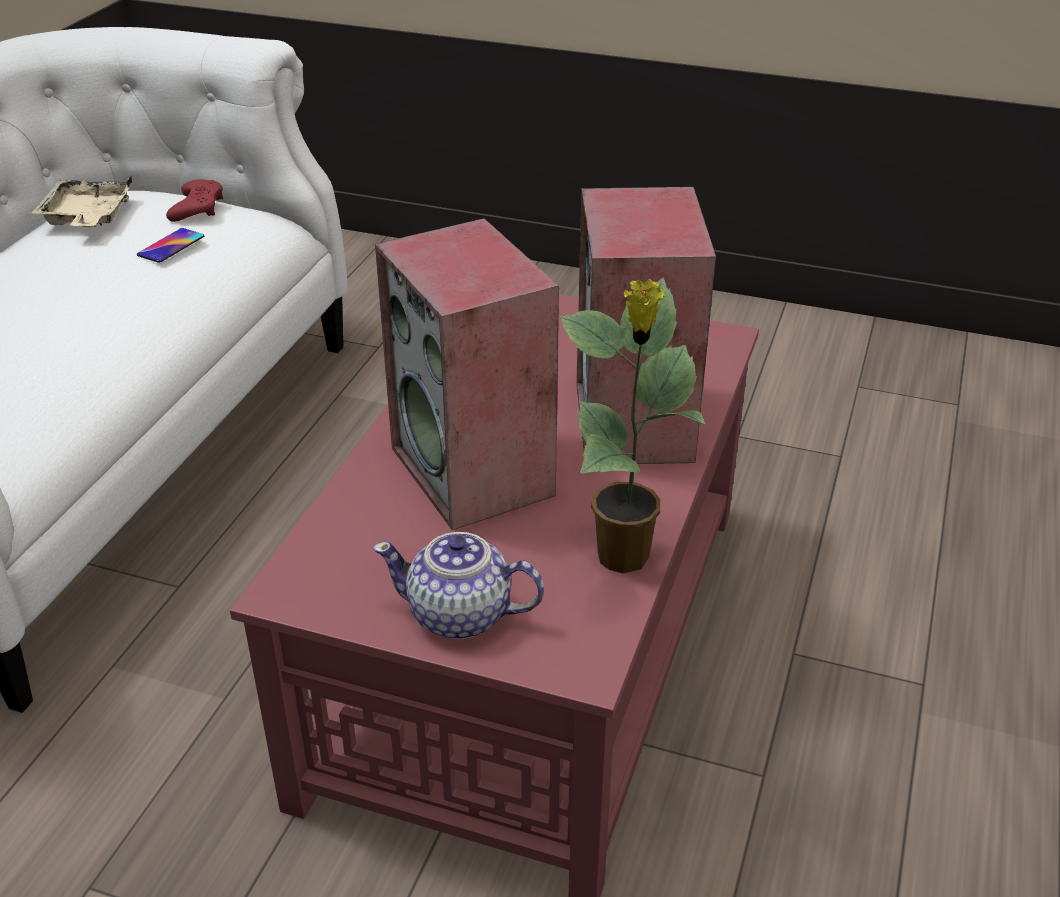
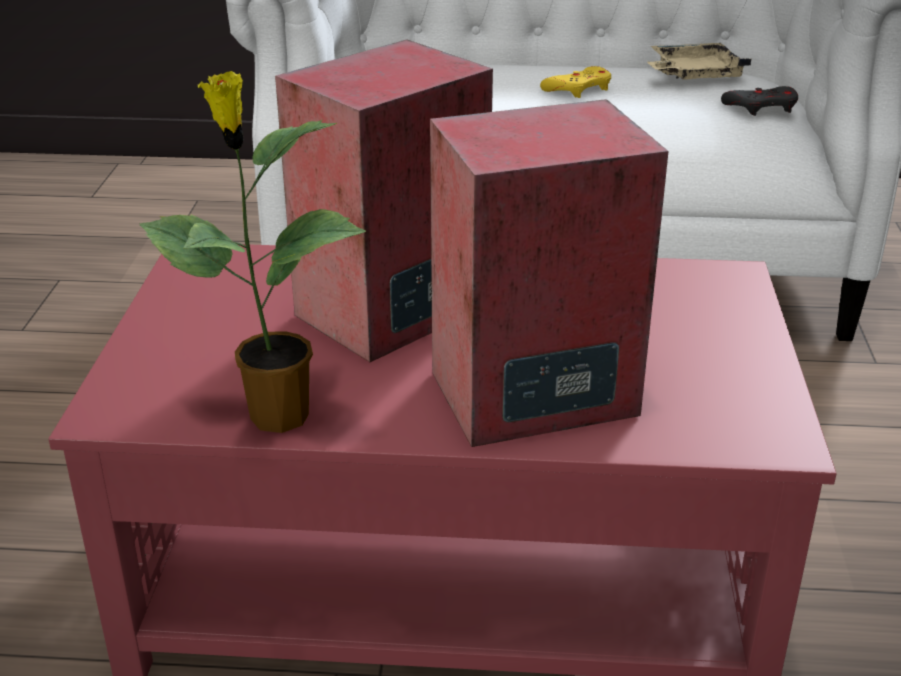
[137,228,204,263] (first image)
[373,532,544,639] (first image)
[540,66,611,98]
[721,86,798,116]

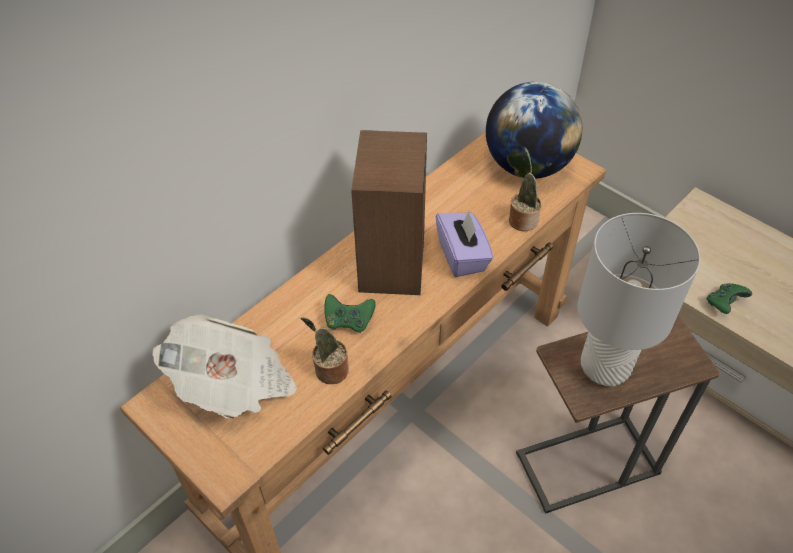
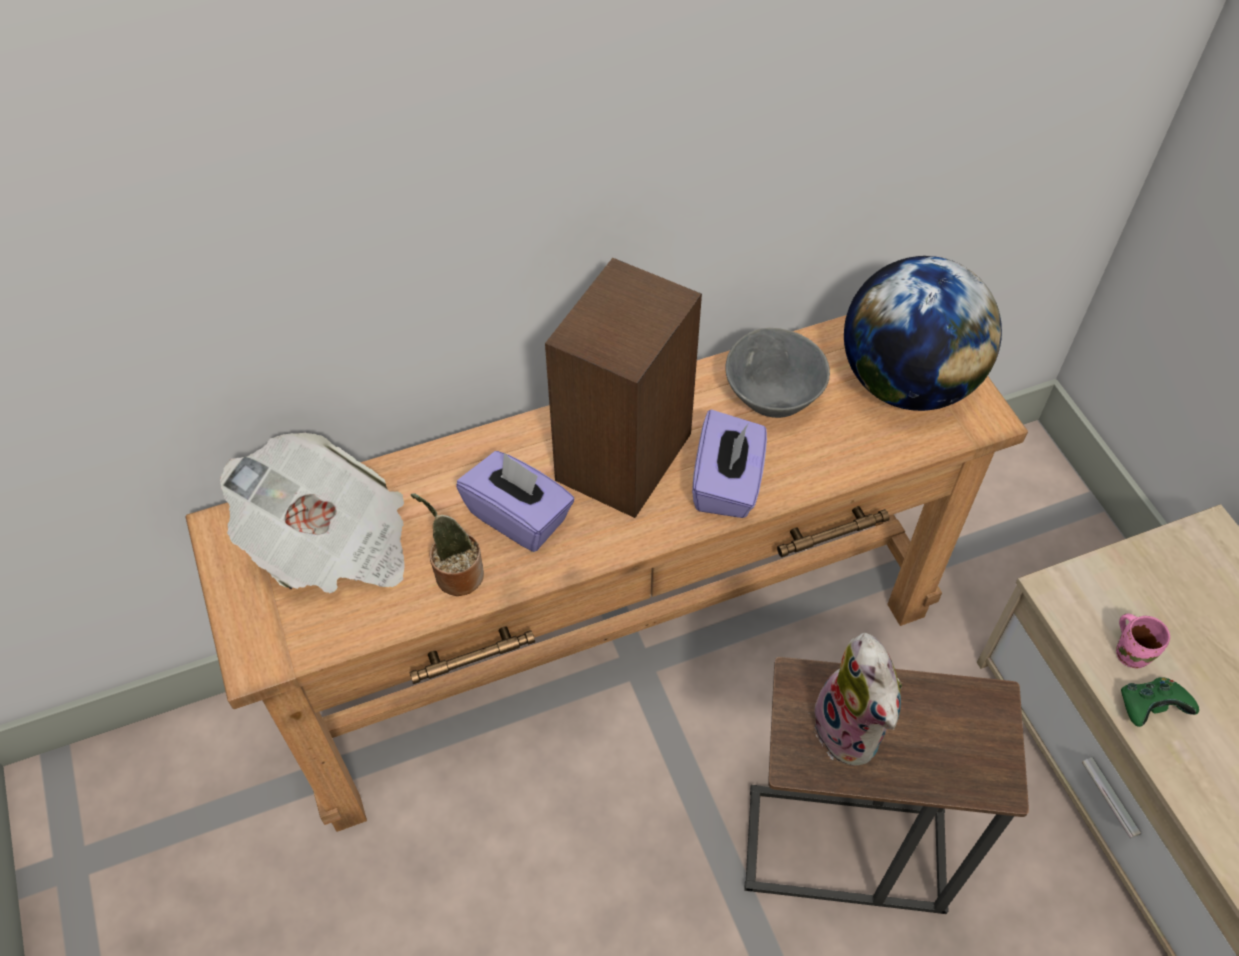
[509,147,541,231] (first image)
[726,328,830,418]
[1116,613,1170,668]
[456,451,575,552]
[809,633,902,766]

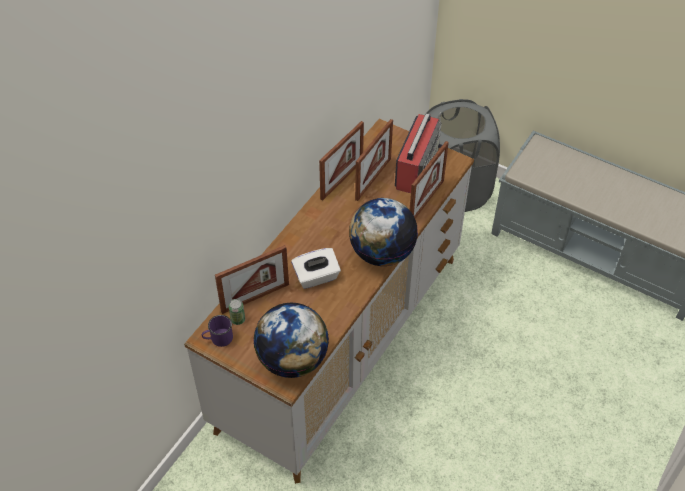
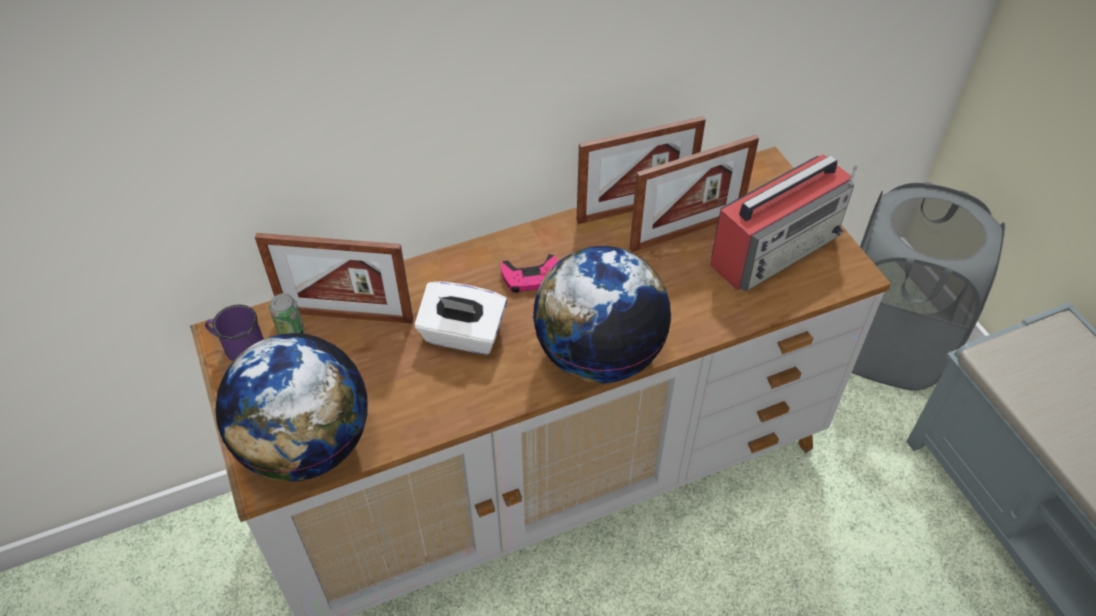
[410,141,449,219] (first image)
[501,254,558,293]

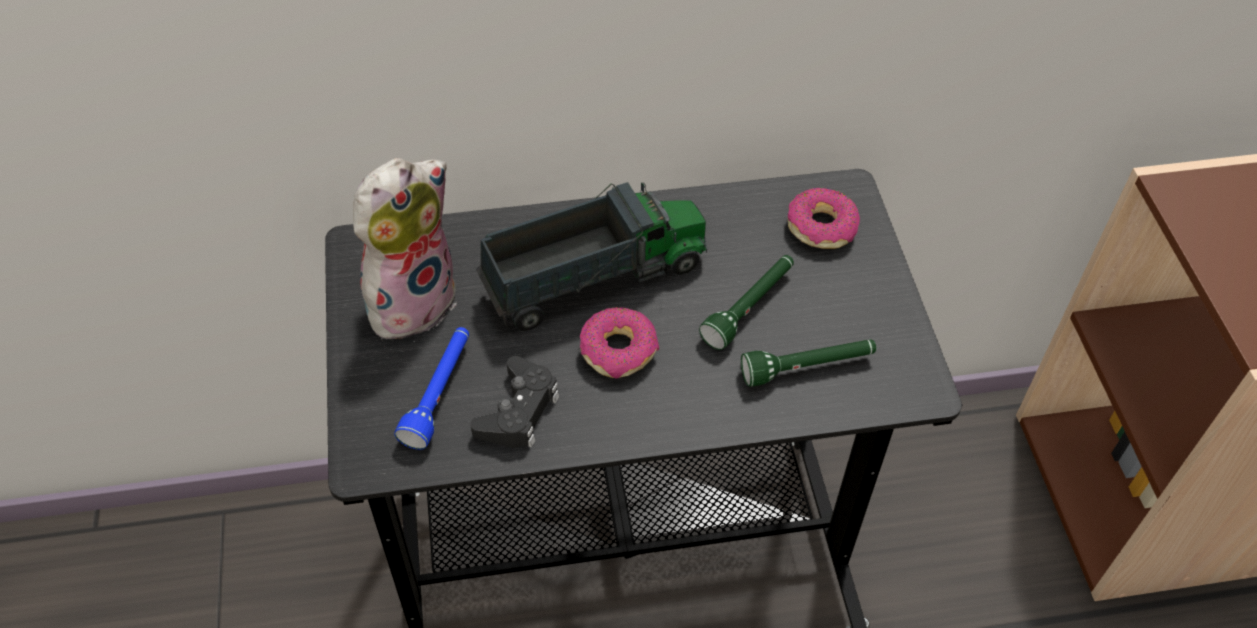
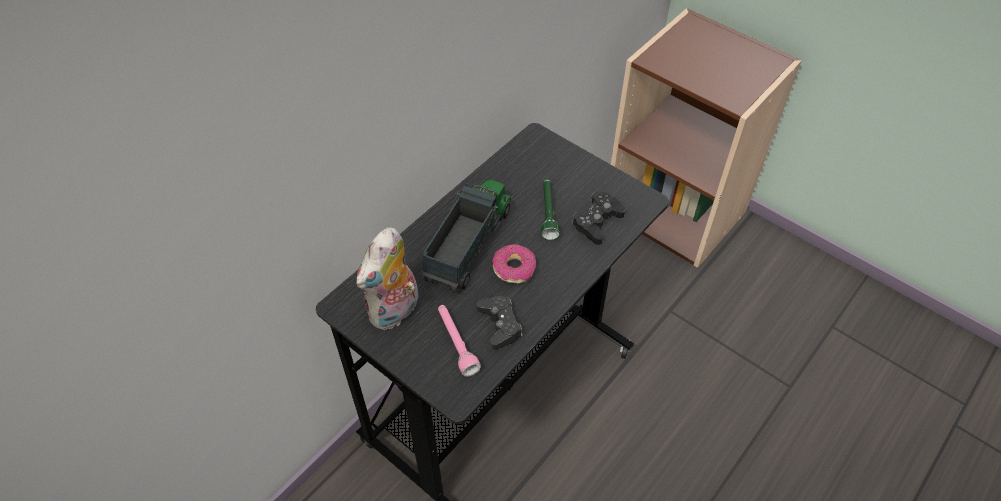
[788,188,860,249] (first image)
[572,191,625,245]
[438,305,481,376]
[356,228,419,330]

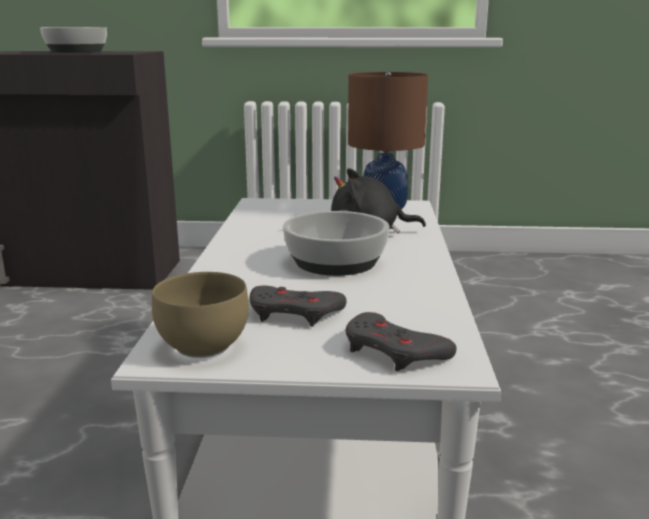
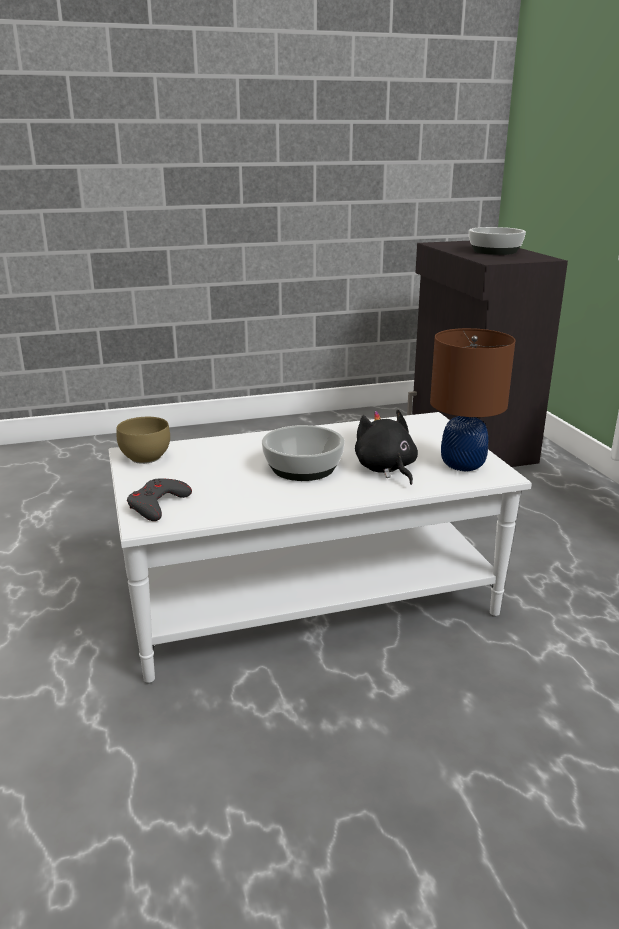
[249,286,347,327] (first image)

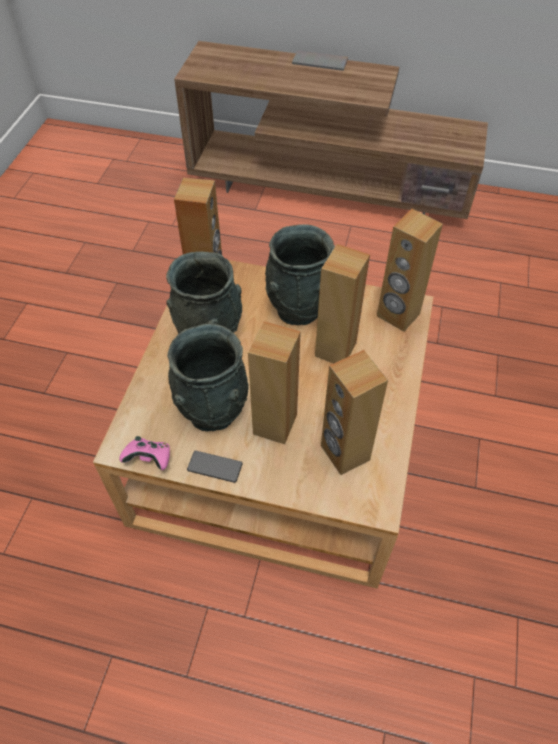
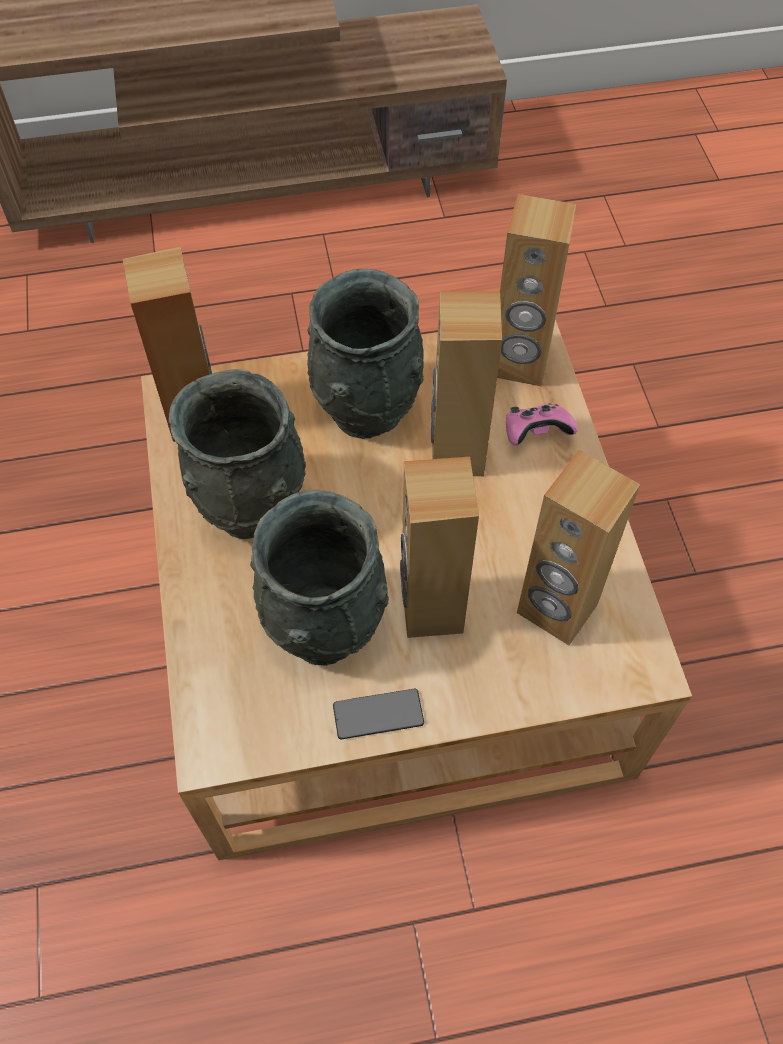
[506,403,578,446]

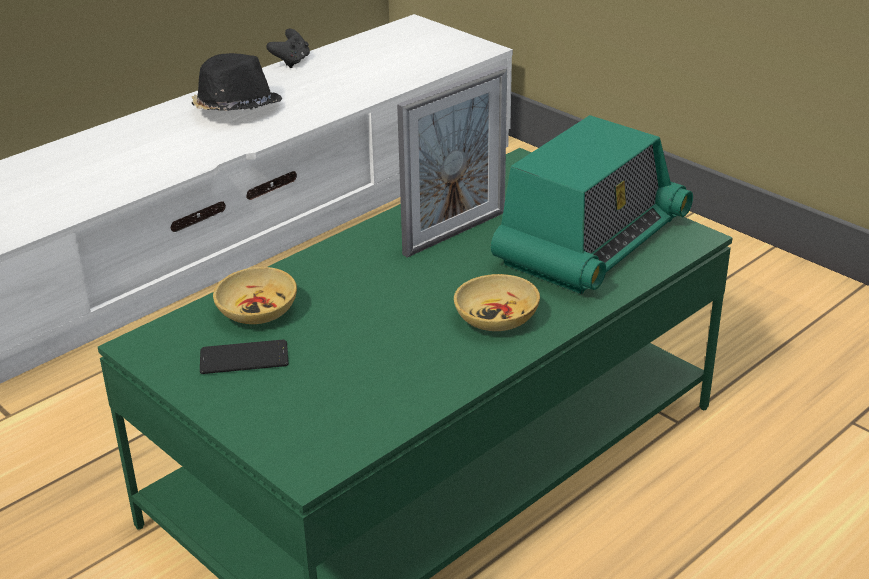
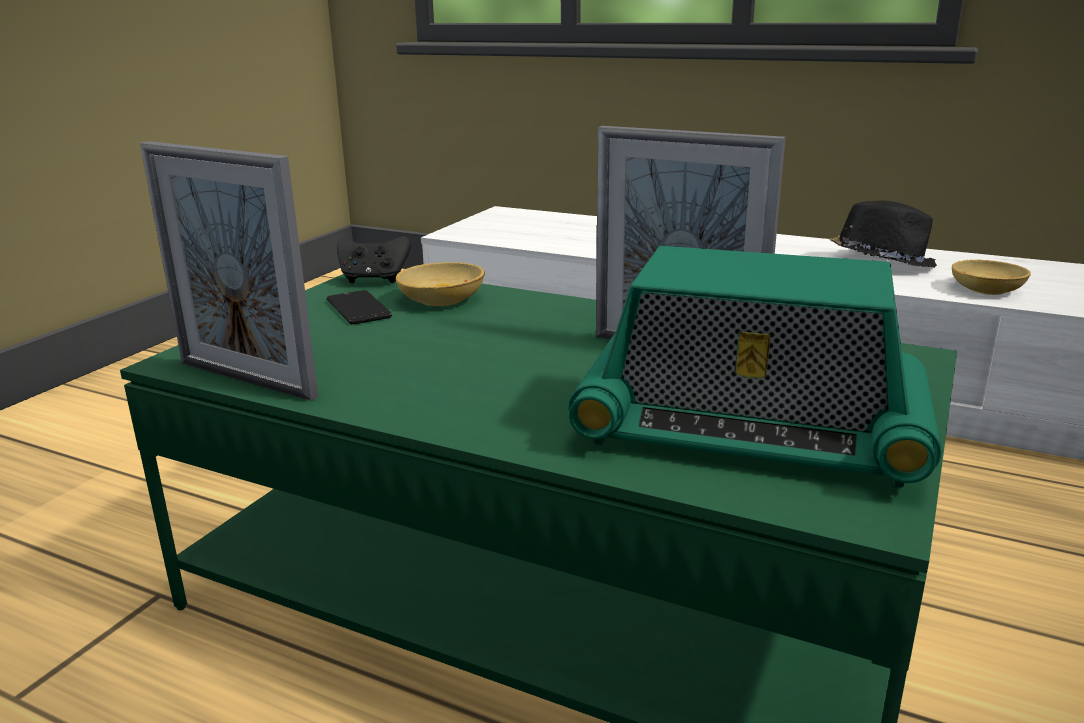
[140,141,319,401]
[337,236,411,283]
[952,260,1031,295]

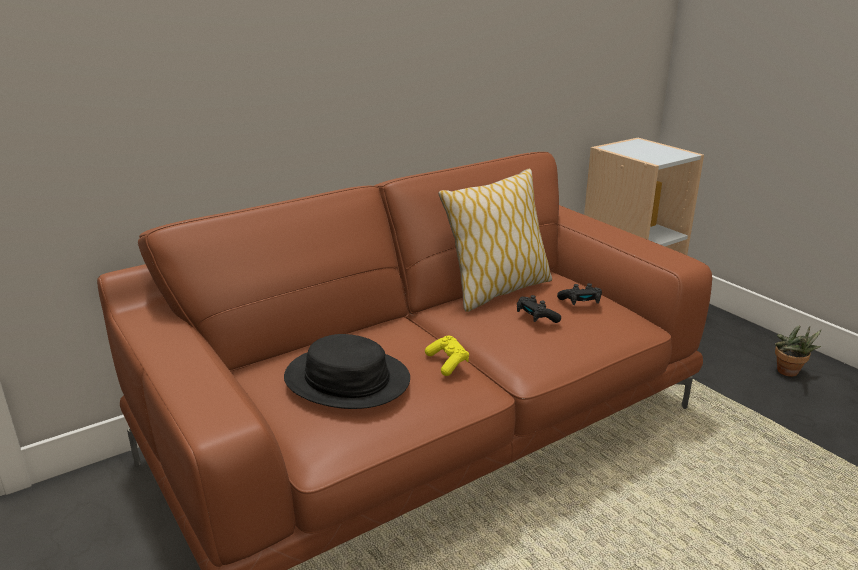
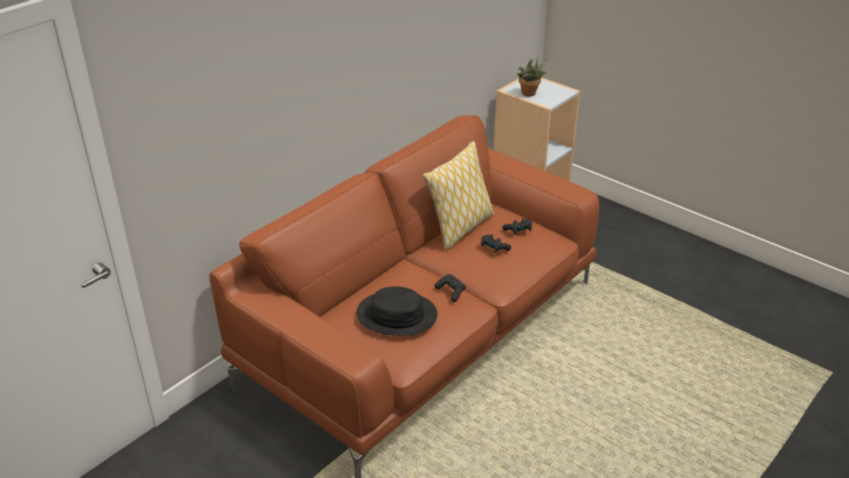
[517,58,547,97]
[434,274,466,302]

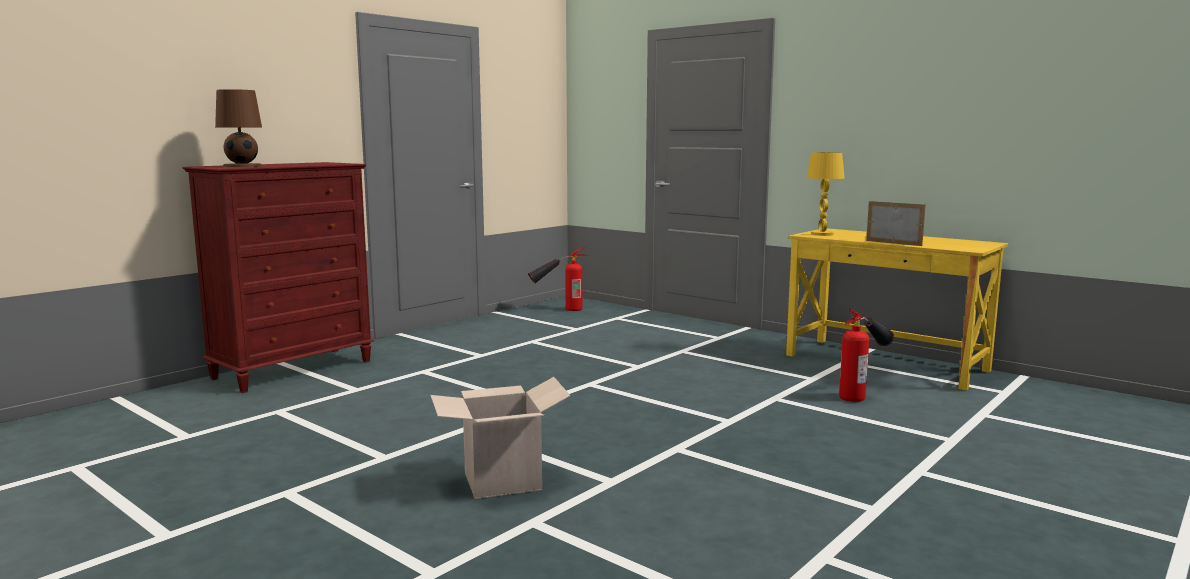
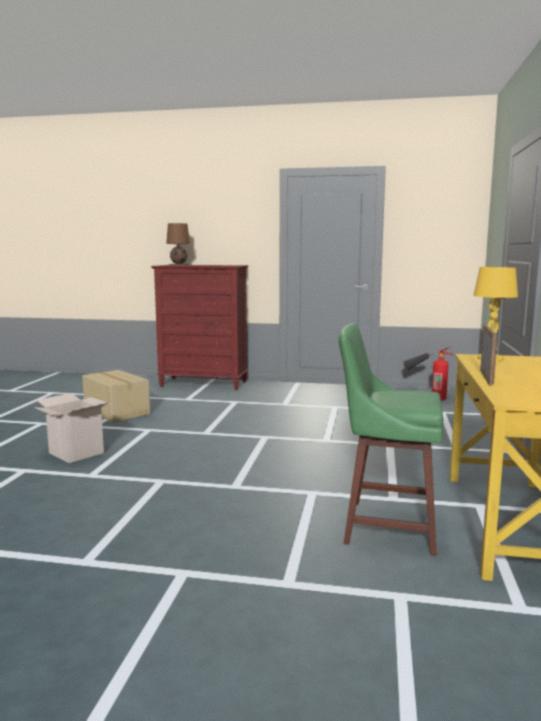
[82,370,150,422]
[338,323,443,556]

